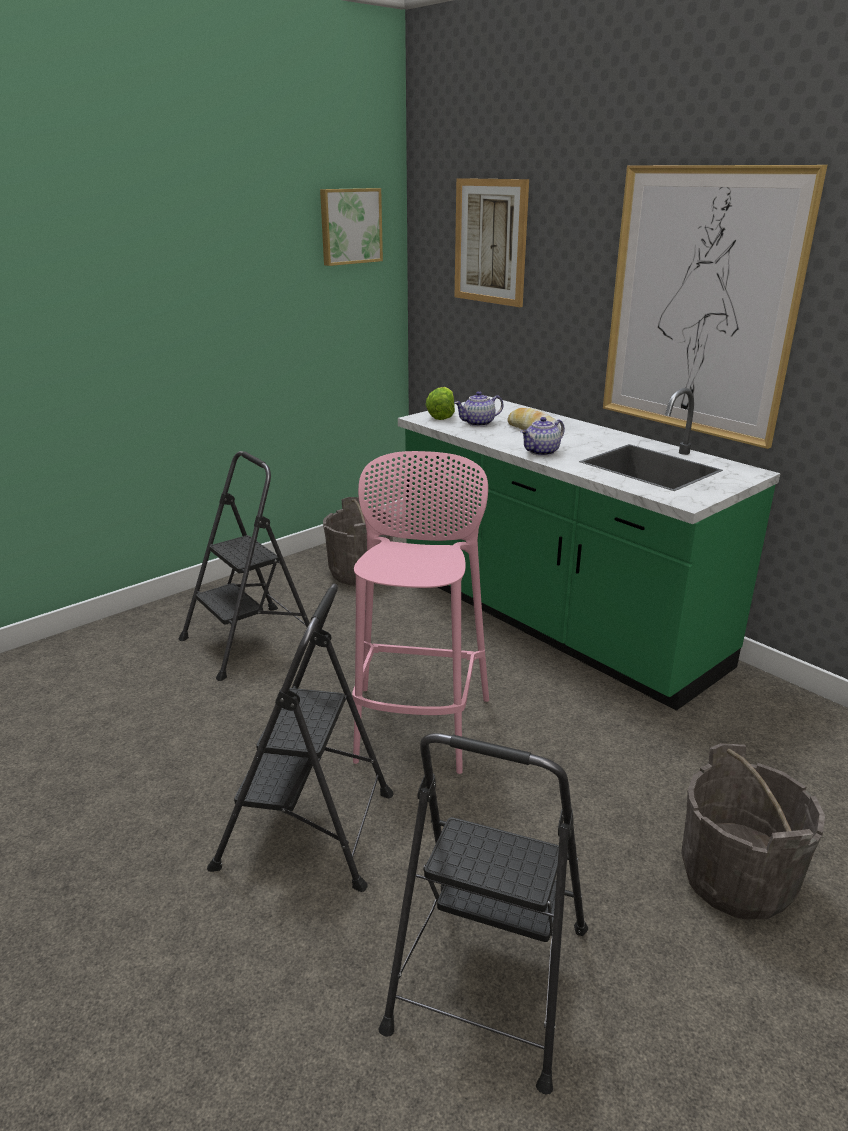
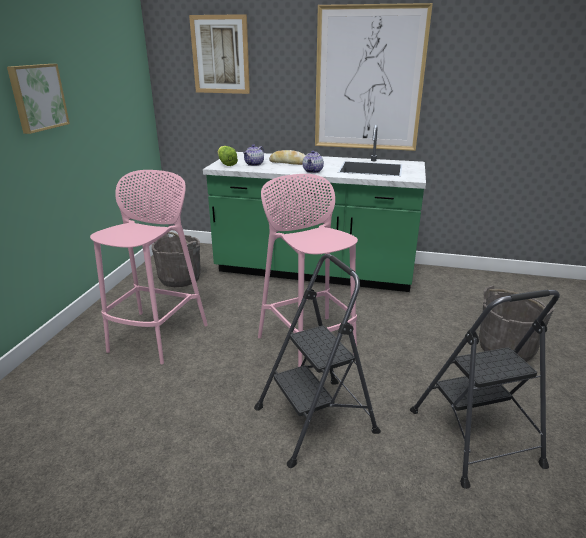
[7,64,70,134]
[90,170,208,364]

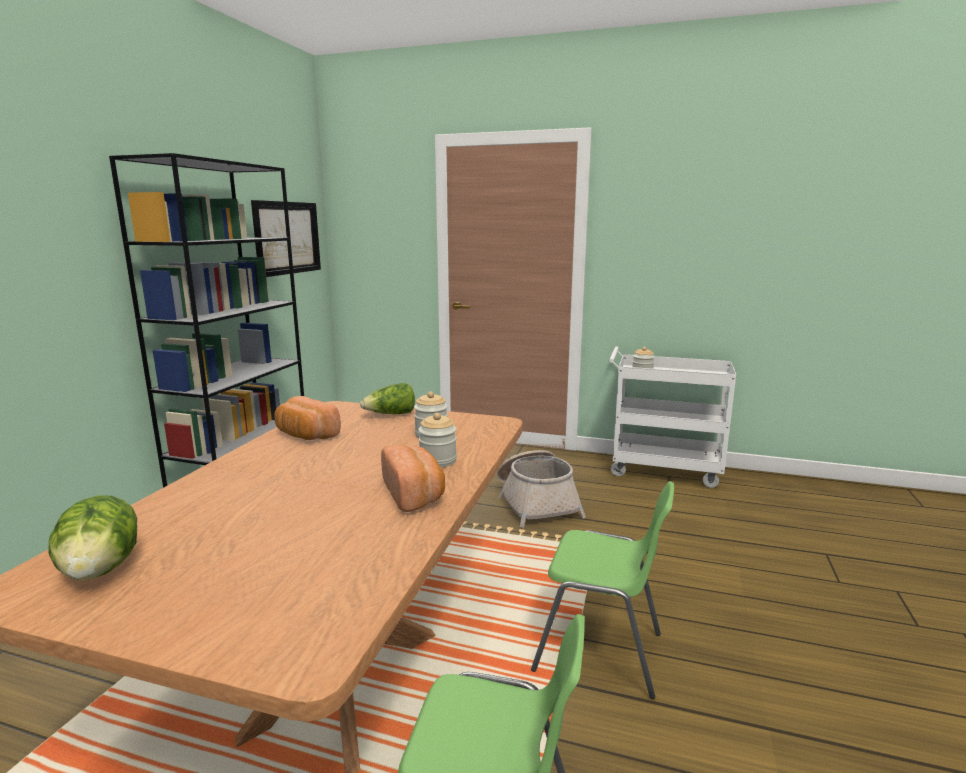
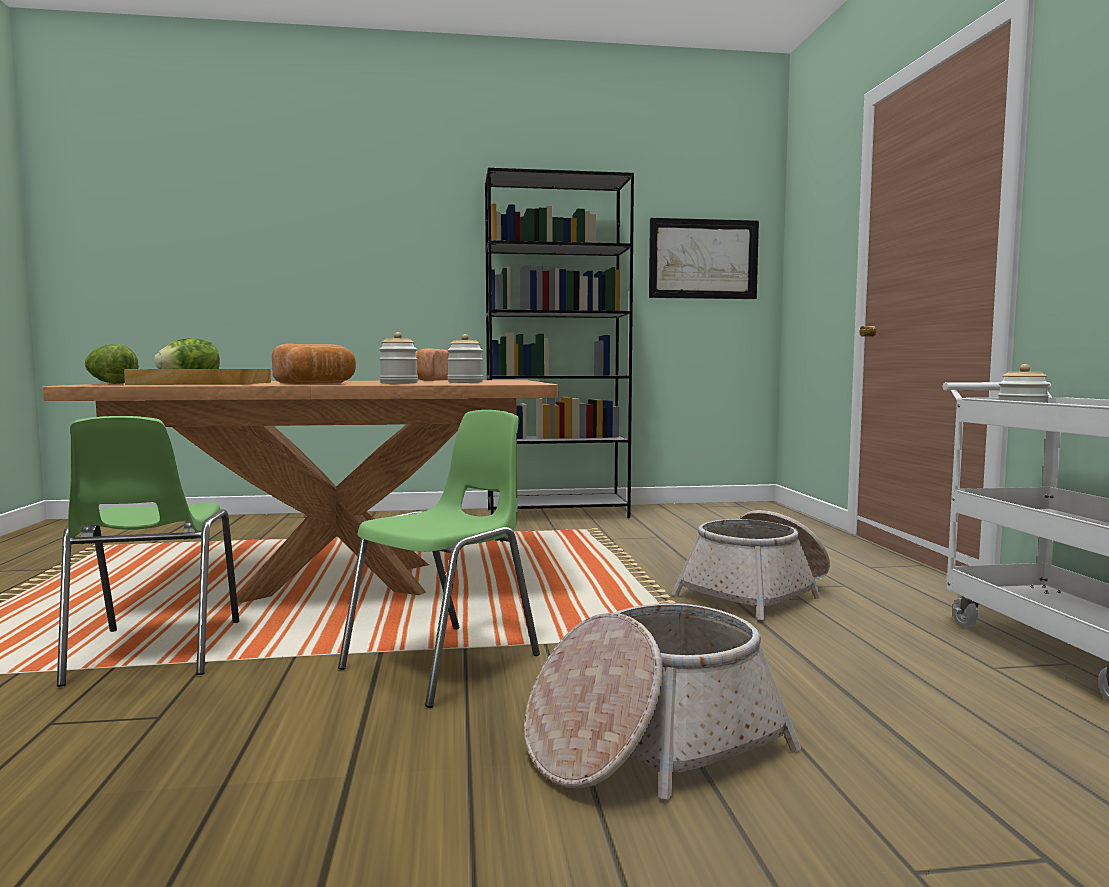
[124,369,271,385]
[524,603,801,799]
[85,344,139,384]
[338,410,540,708]

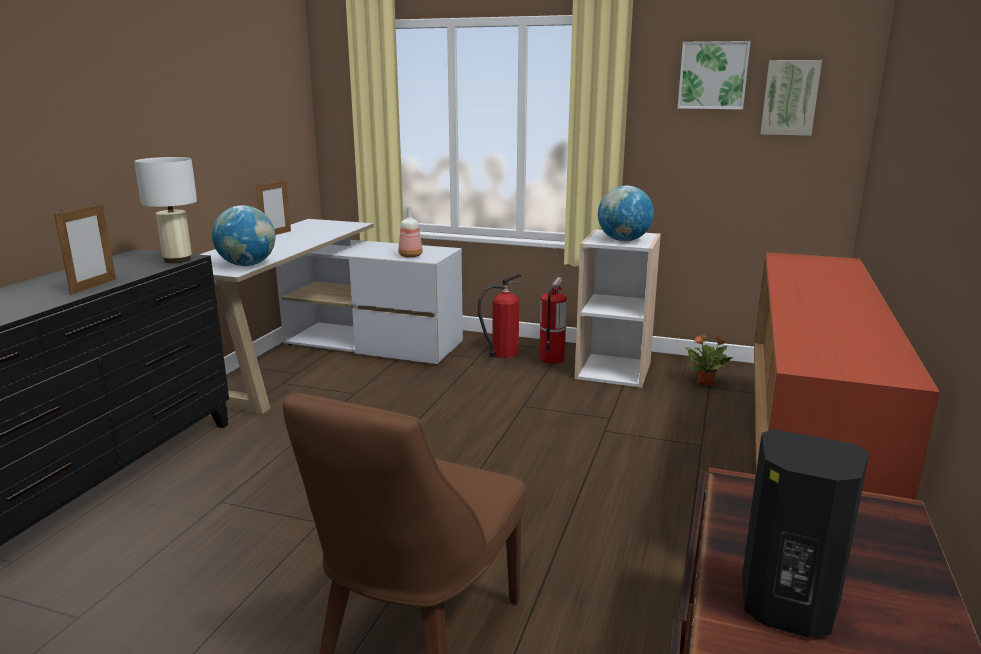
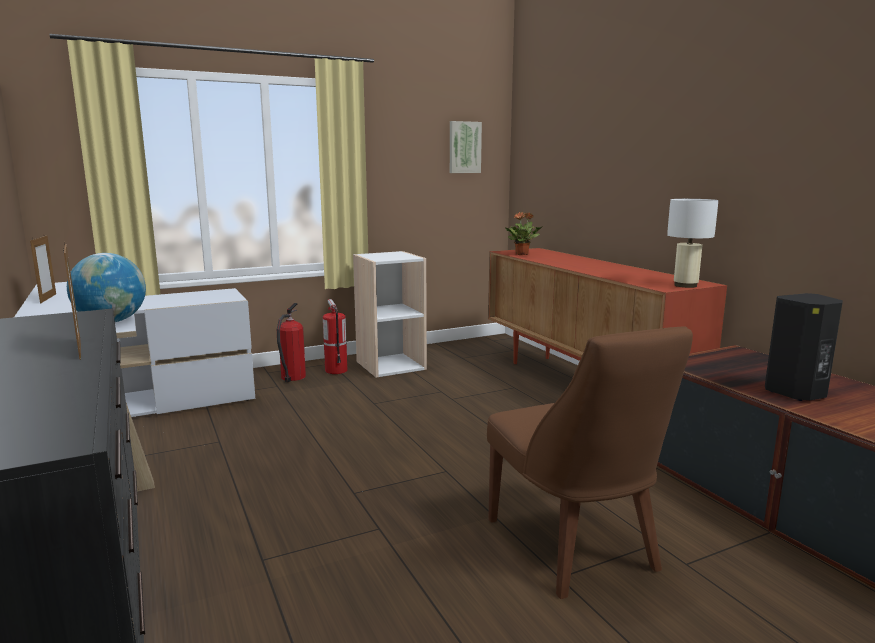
[398,206,423,258] (first image)
[598,186,654,241] (first image)
[678,41,750,110] (first image)
[667,199,718,288]
[504,212,543,255]

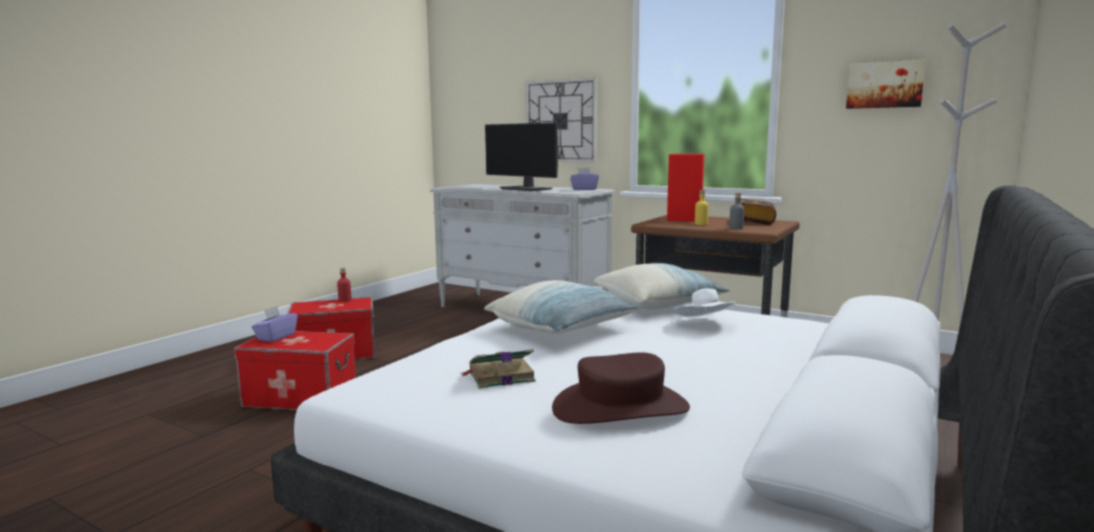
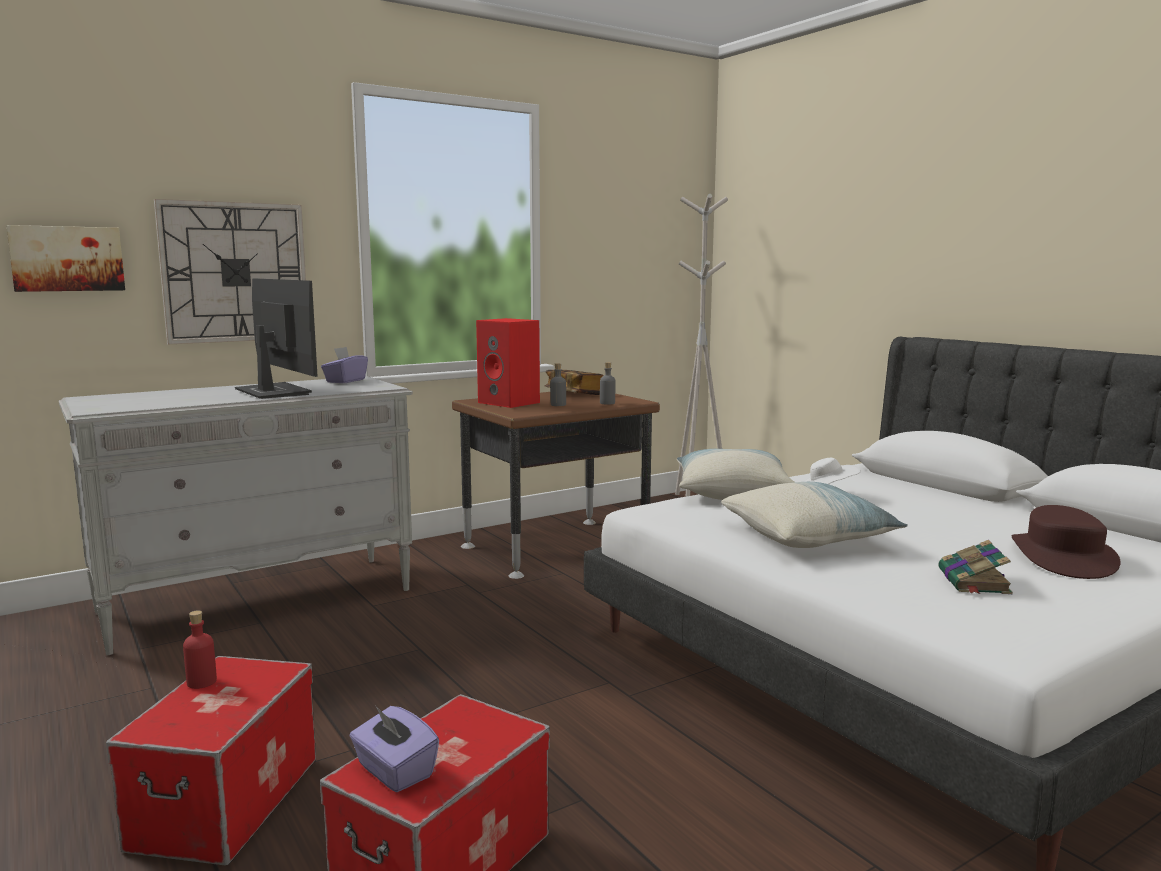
[6,225,125,292]
[550,363,566,406]
[235,278,318,399]

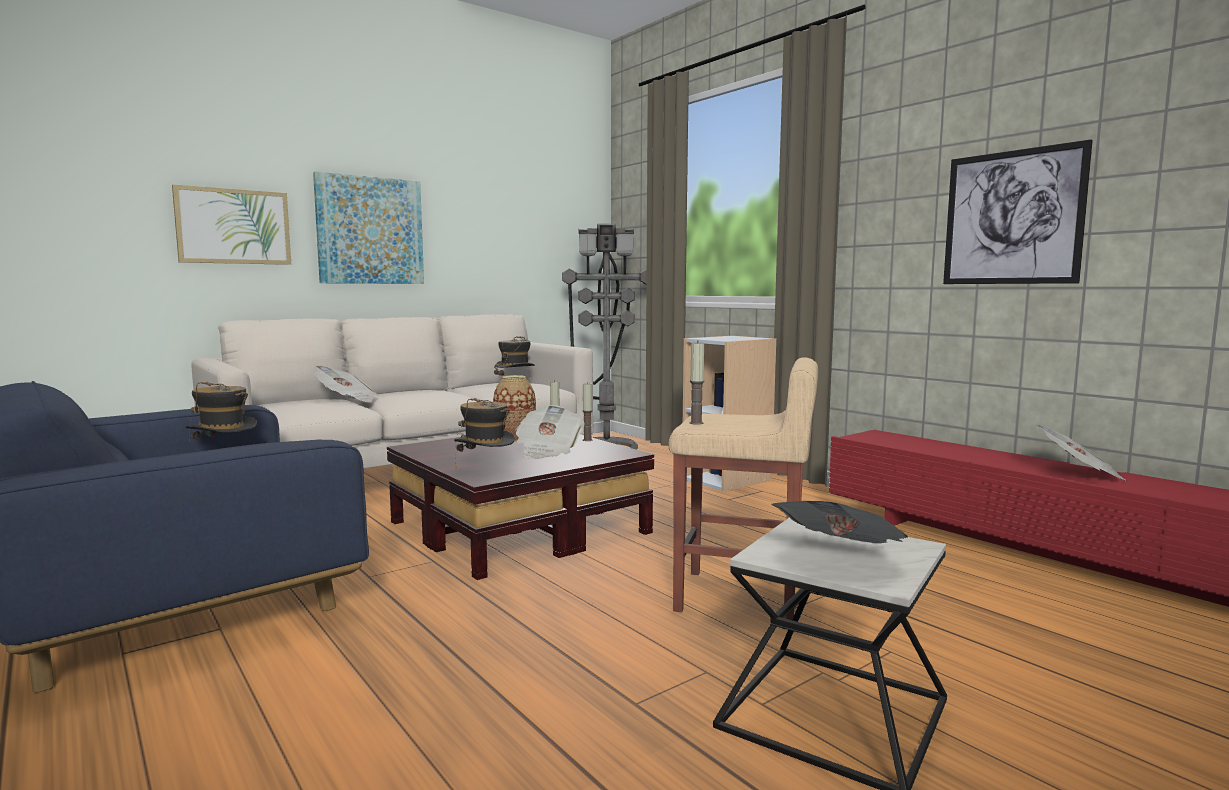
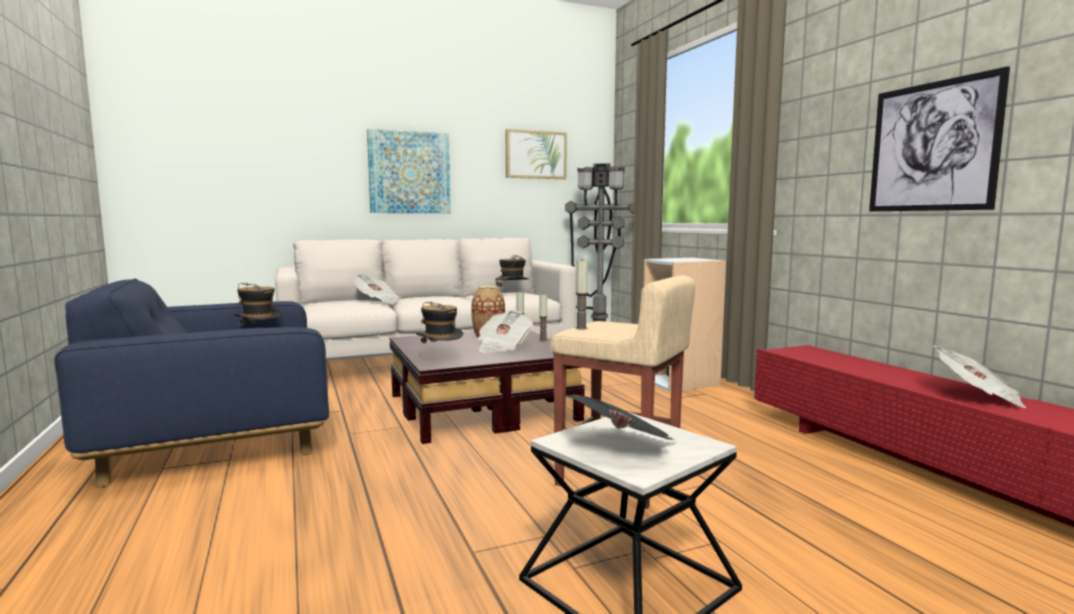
[506,129,567,179]

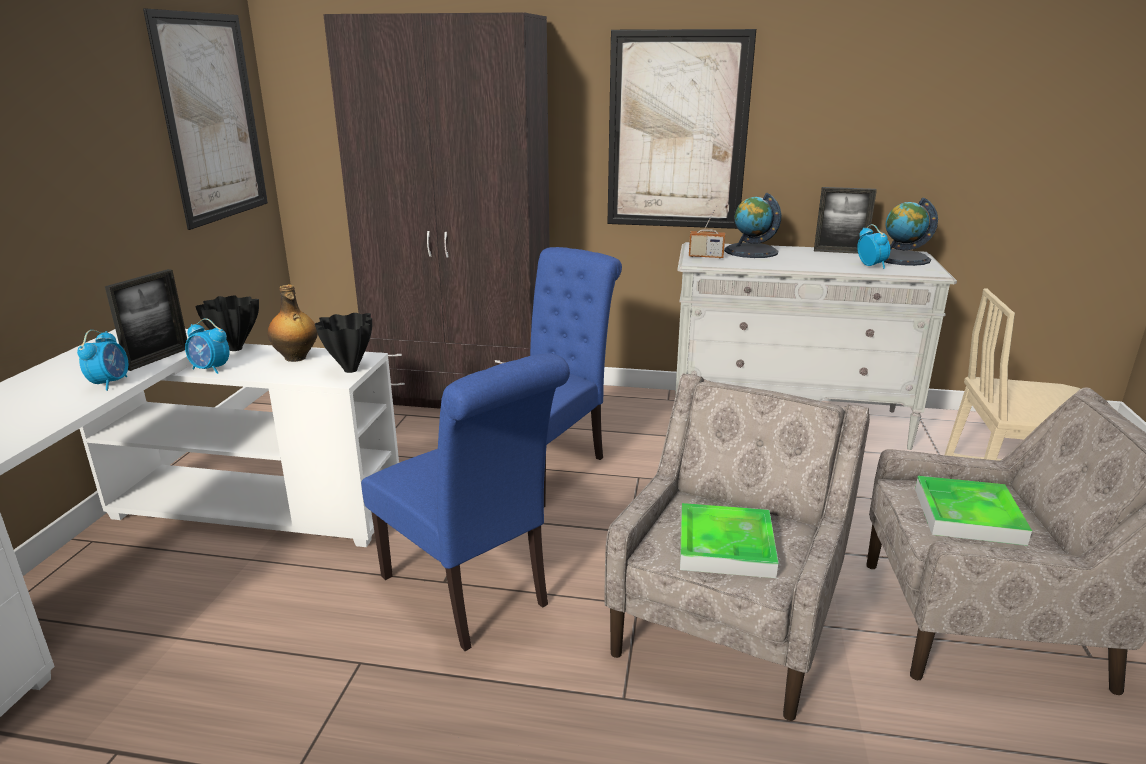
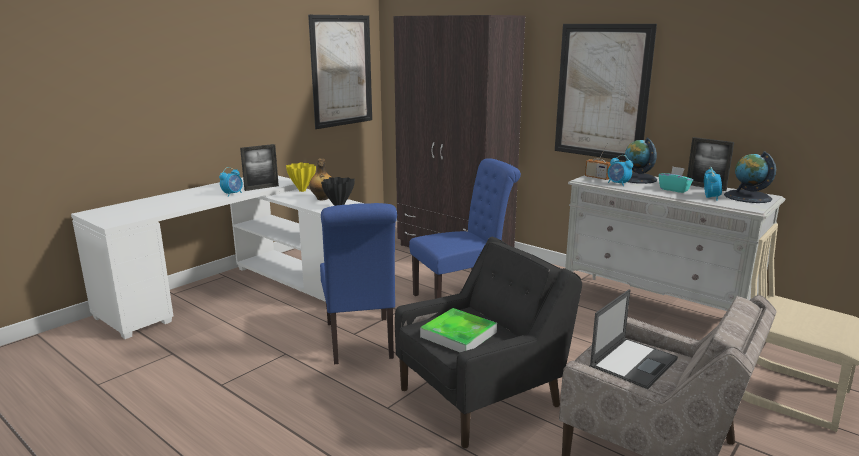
[658,167,693,193]
[608,155,633,186]
[590,289,678,389]
[286,162,316,192]
[395,237,582,448]

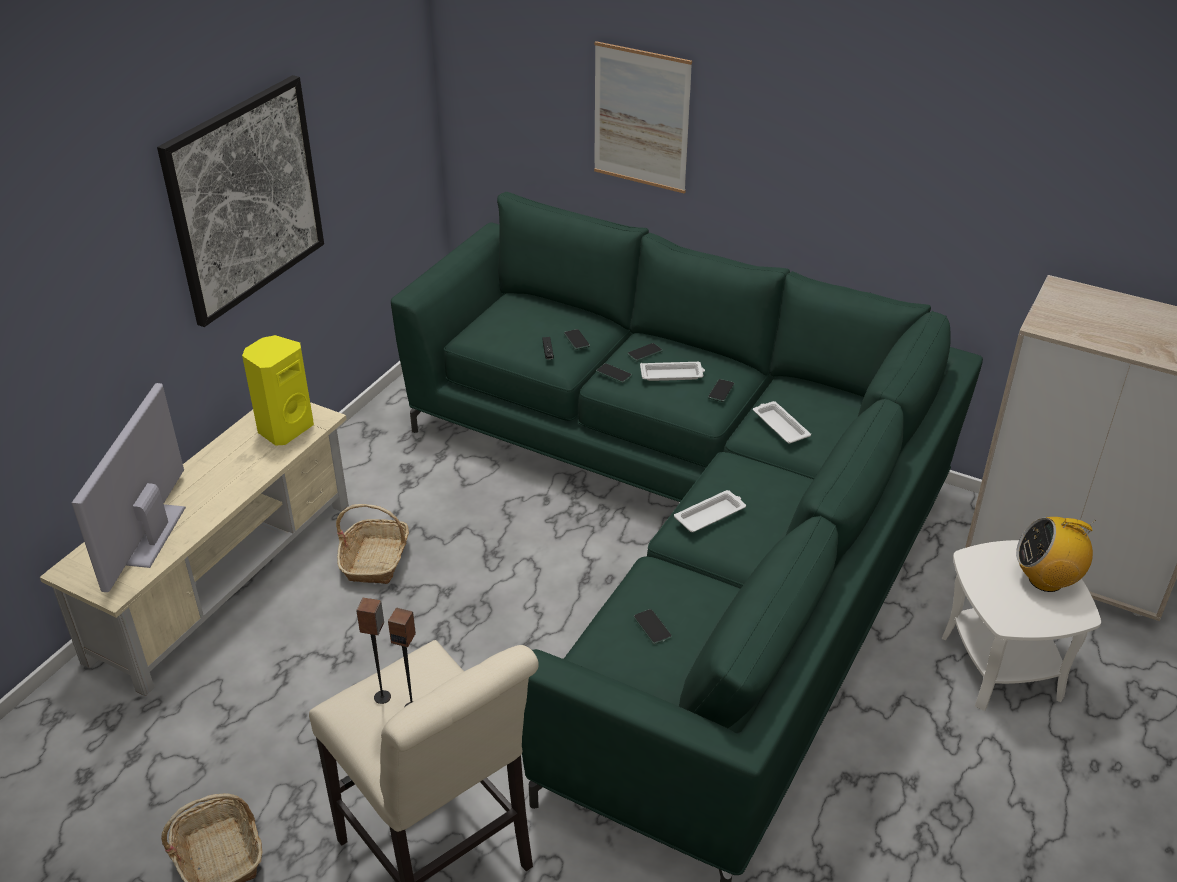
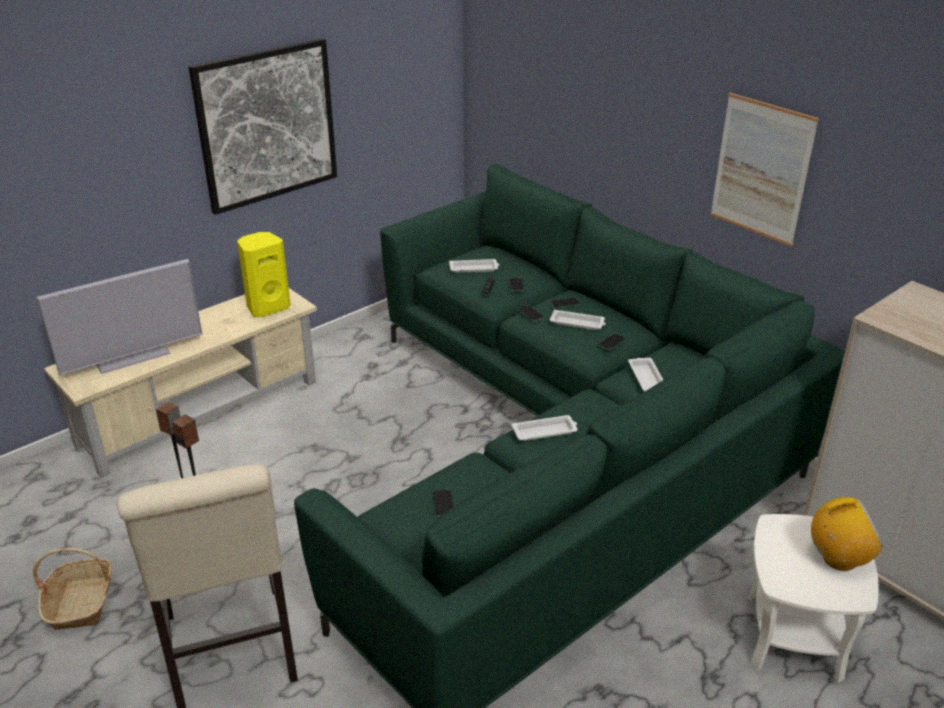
[336,504,409,584] (first image)
[449,259,500,273]
[710,93,819,247]
[37,259,202,375]
[811,497,884,571]

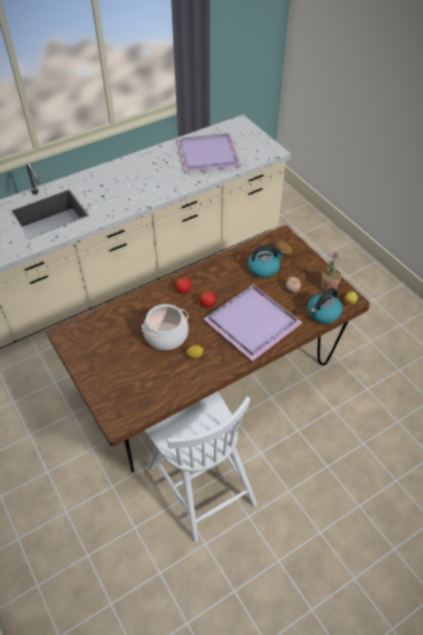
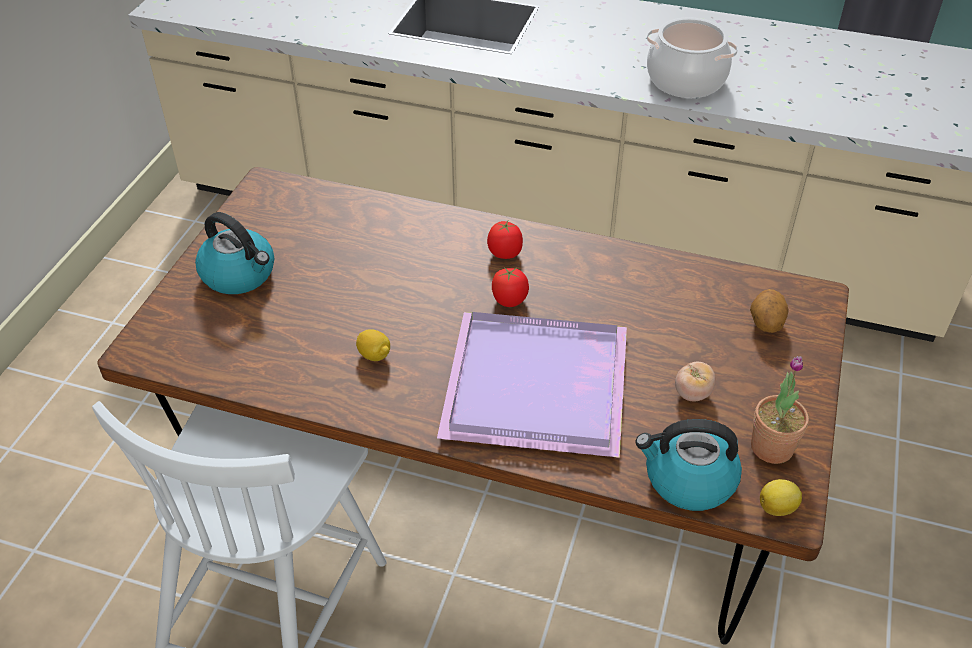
[177,133,242,172] (first image)
[647,17,738,98]
[195,212,274,294]

